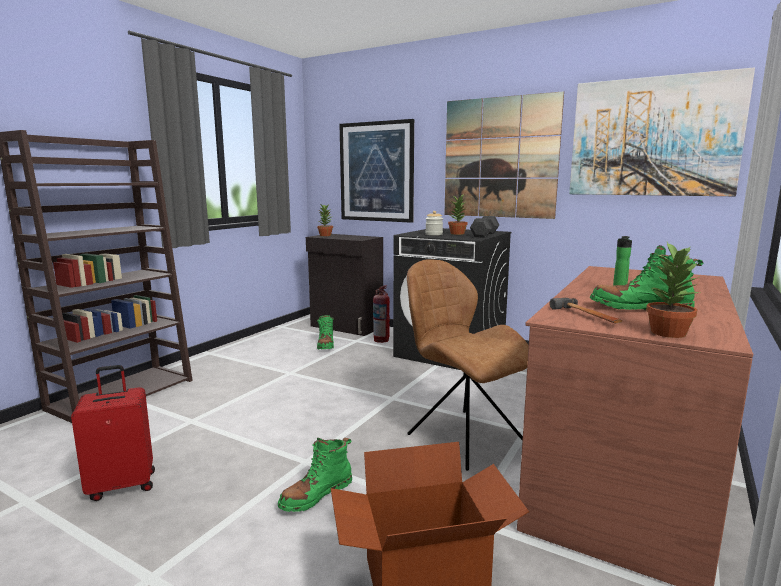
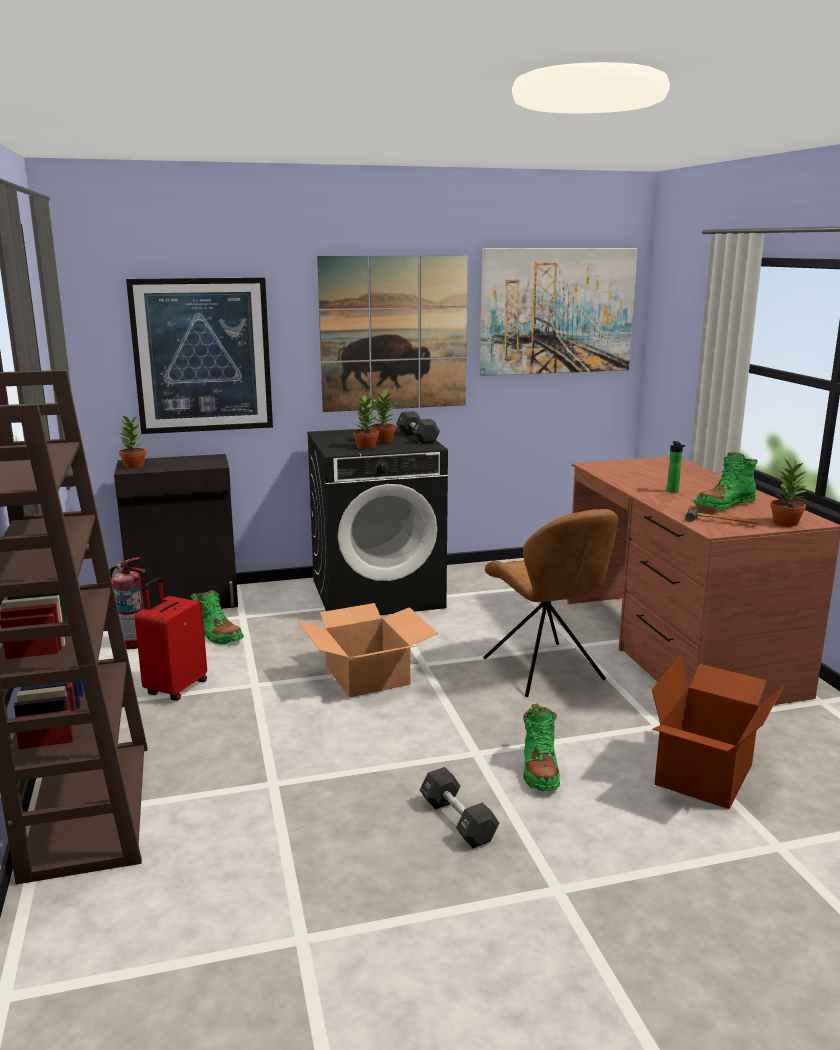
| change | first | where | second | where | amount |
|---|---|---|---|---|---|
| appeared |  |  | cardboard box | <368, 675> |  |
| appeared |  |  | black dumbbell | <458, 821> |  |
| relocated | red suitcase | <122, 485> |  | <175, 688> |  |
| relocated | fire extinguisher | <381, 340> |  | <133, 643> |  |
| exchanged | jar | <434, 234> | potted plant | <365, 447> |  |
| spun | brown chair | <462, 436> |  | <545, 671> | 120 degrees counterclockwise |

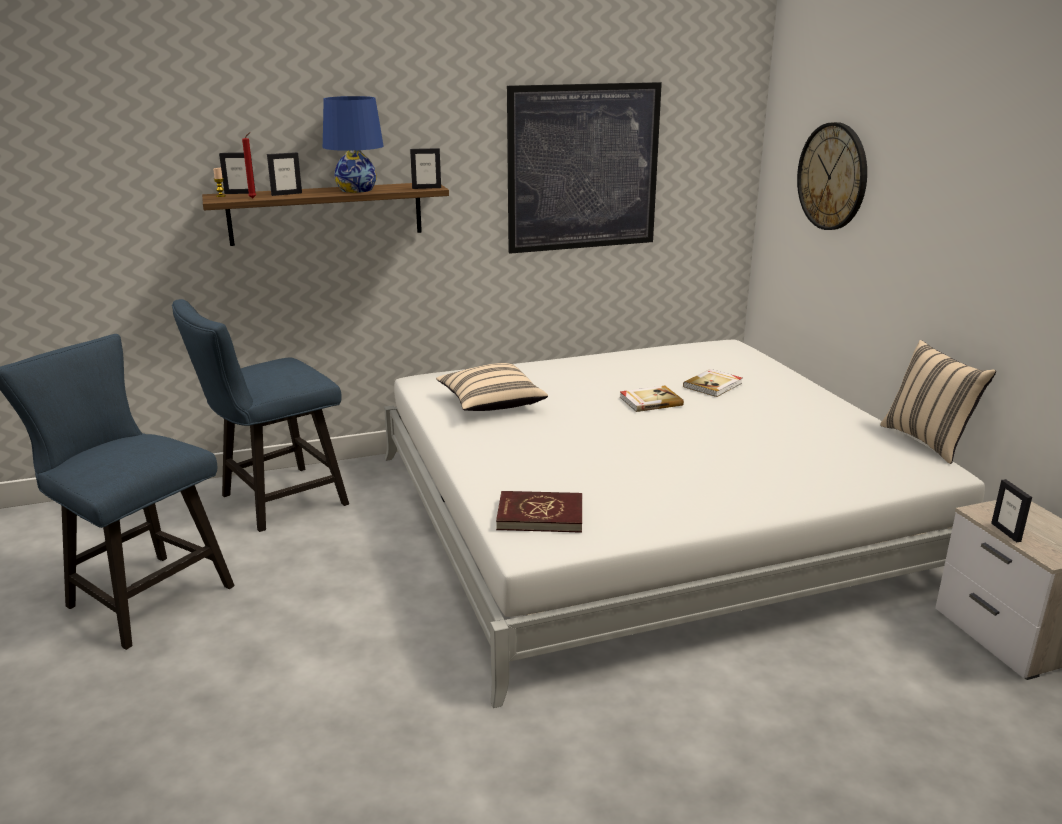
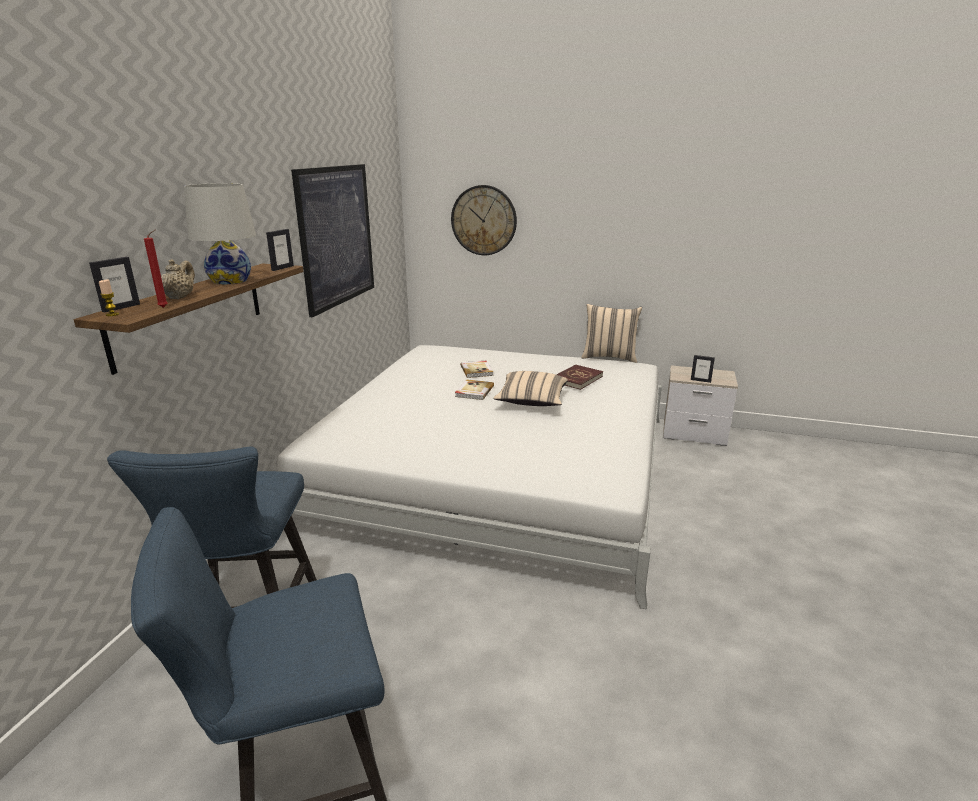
| change | first | where | second | where | amount |
|---|---|---|---|---|---|
| relocated | beige pillow | <491, 404> |  | <531, 401> |  |
| relocated | red book | <540, 515> |  | <577, 379> |  |
| exchanged | picture frame | <286, 194> | beige teapot | <180, 297> |  |
| colour | blue table lamp | <356, 190> | white table lamp | <230, 280> |  |

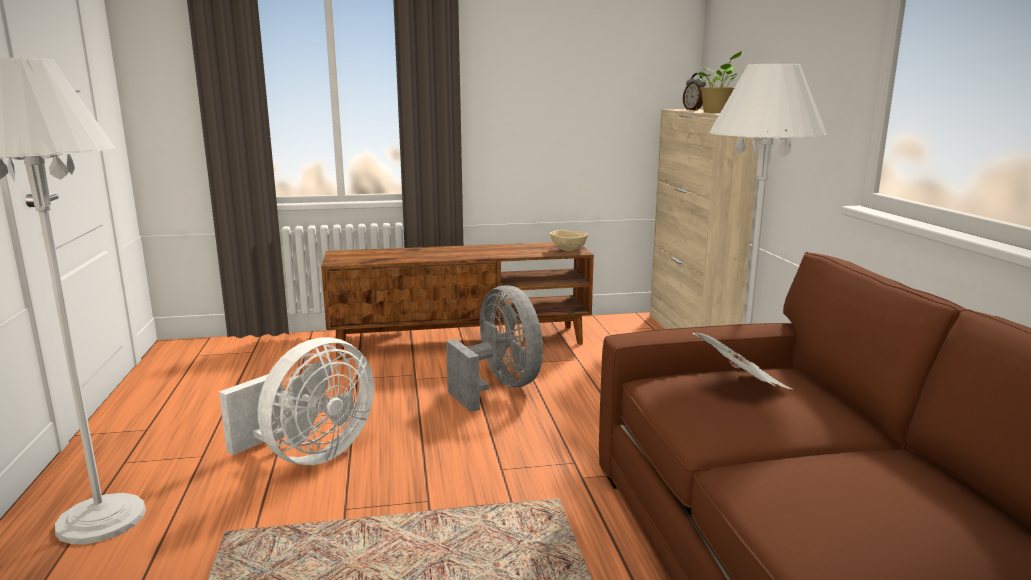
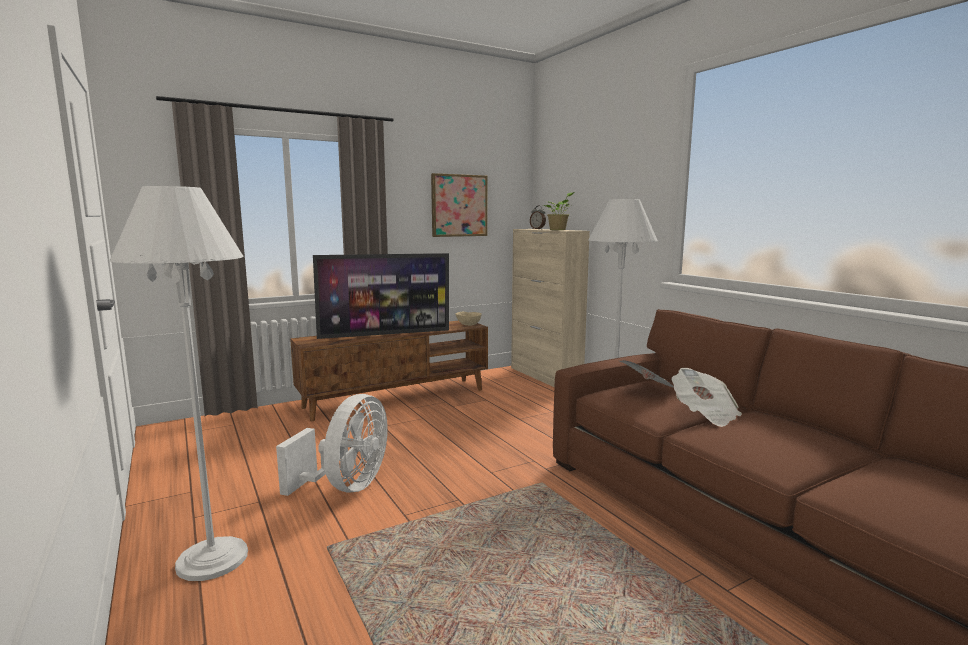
| change | first | where | second | where | amount |
|---|---|---|---|---|---|
| missing | grey fan | <499, 387> |  |  |  |
| appeared |  |  | television | <385, 334> |  |
| appeared |  |  | picture | <459, 205> |  |
| appeared |  |  | newspaper | <704, 414> |  |

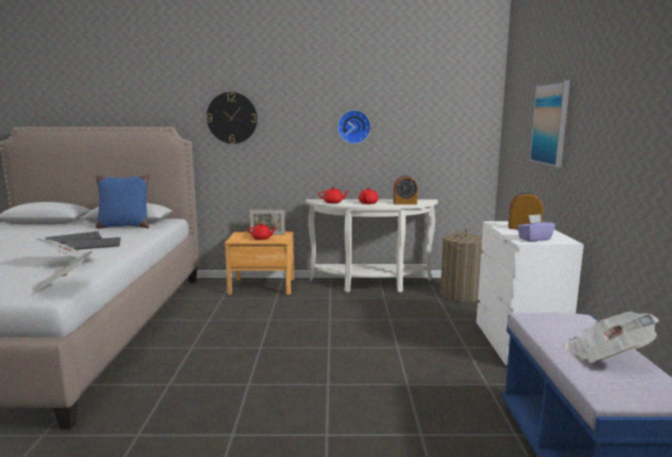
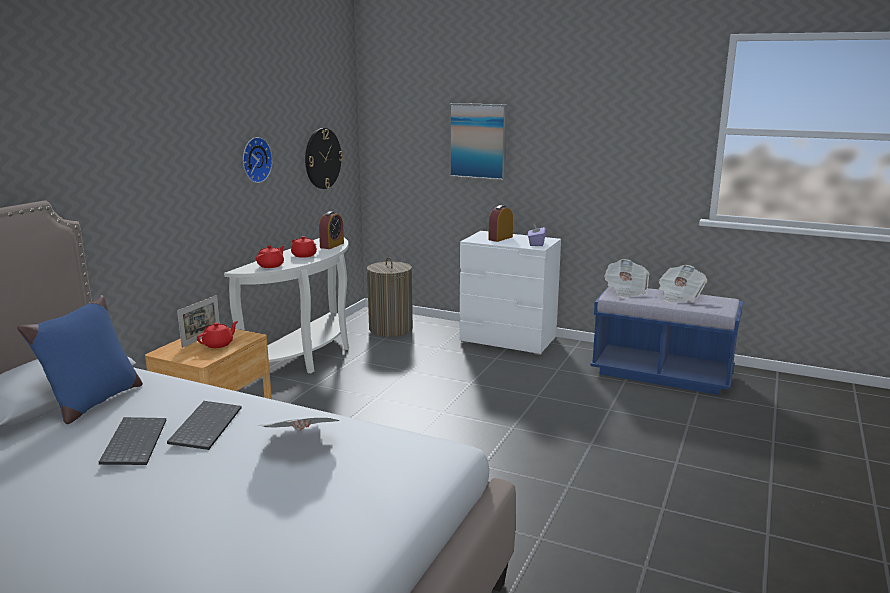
| change | first | where | second | where | amount |
|---|---|---|---|---|---|
| relocated | newspaper | <62, 287> |  | <625, 291> |  |
| relocated | wall clock | <232, 118> |  | <322, 158> |  |

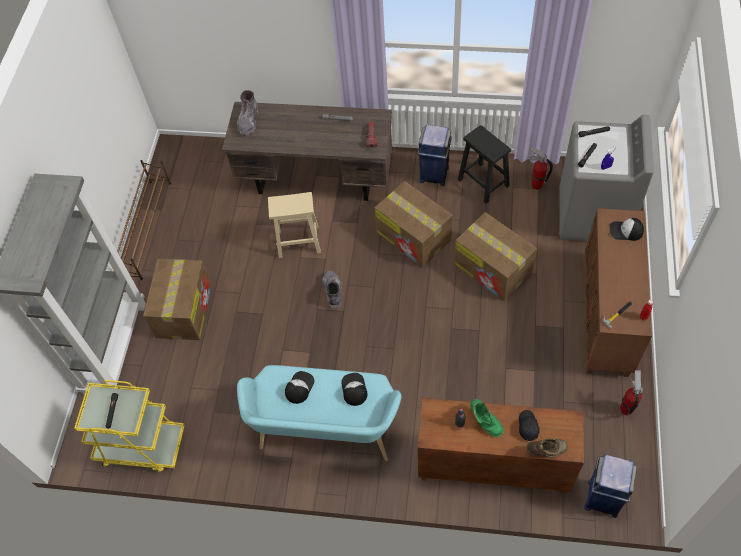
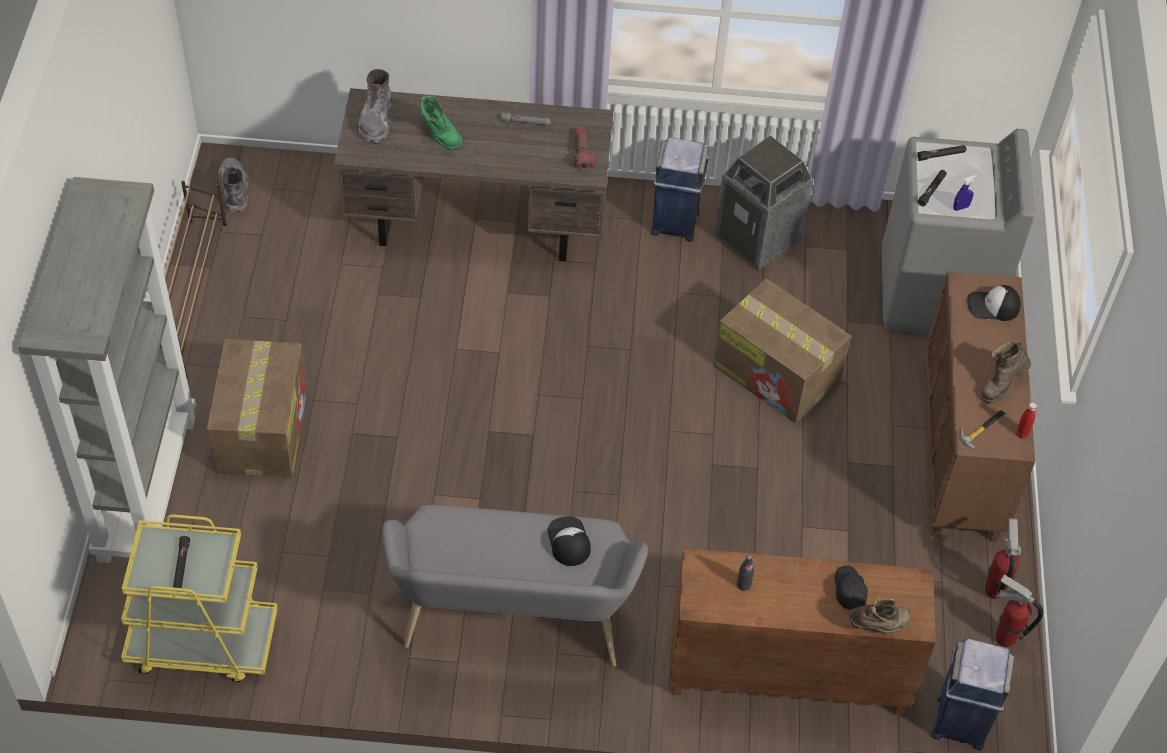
| change | first | where | second | where | amount |
|---|---|---|---|---|---|
| missing | beige stool | <298, 242> |  |  |  |
| missing | cap | <299, 387> |  |  |  |
| missing | cardboard box | <414, 237> |  |  |  |
| appeared |  |  | brown boot | <1001, 385> |  |
| relocated | grey boot | <333, 291> |  | <235, 190> |  |
| relocated | green boot | <484, 422> |  | <438, 134> |  |
| relocated | fire extinguisher | <536, 185> |  | <1004, 638> |  |
| exchanged | black stool | <484, 183> | trash can | <758, 239> |  |
| colour | turquoise bench | <326, 432> | grey bench | <512, 622> |  |

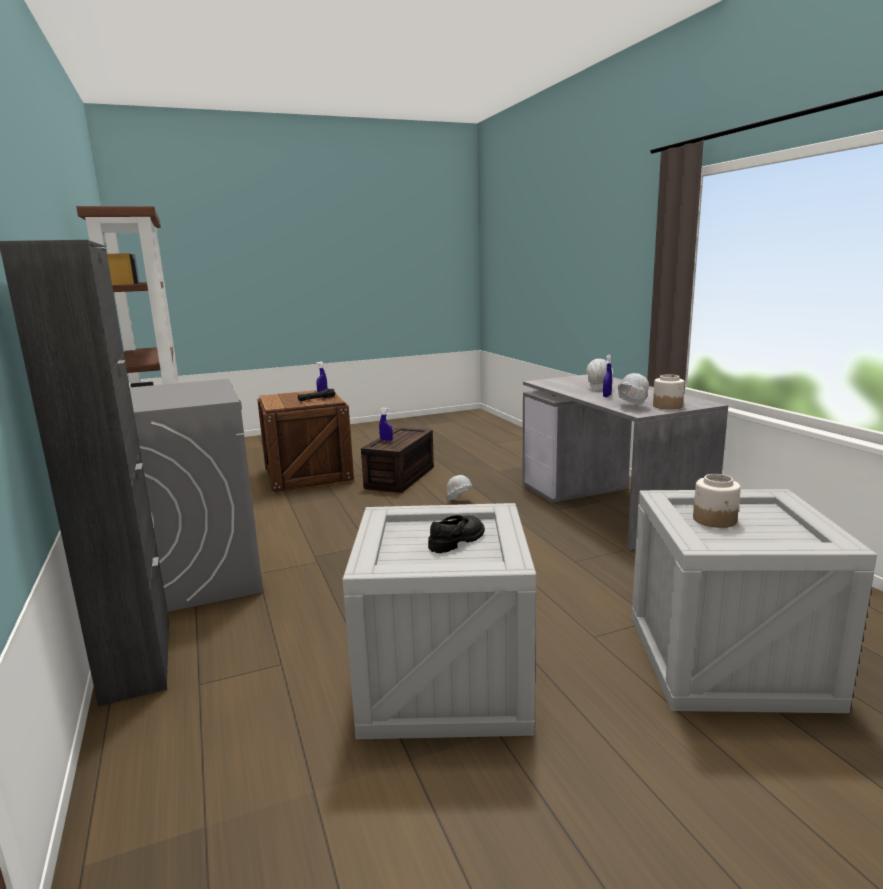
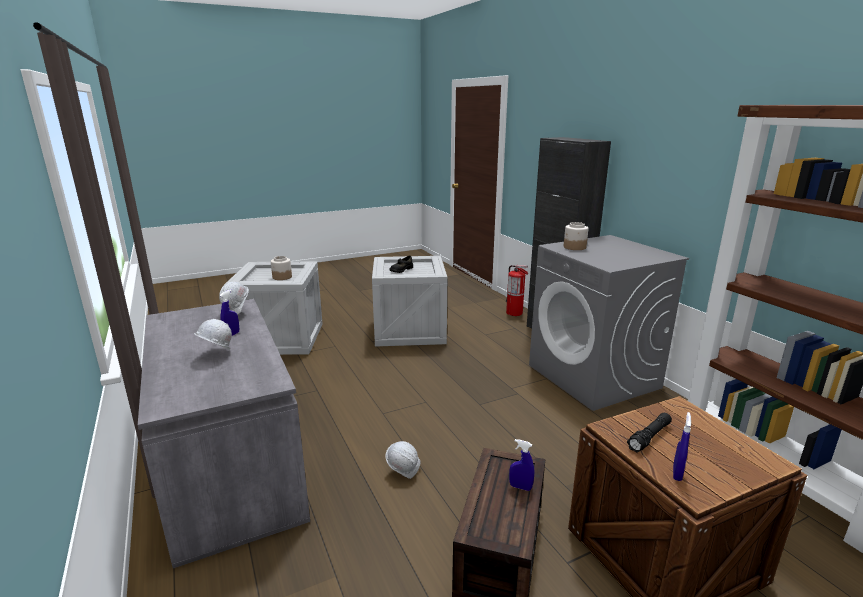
| change | first | where | second | where | amount |
|---|---|---|---|---|---|
| appeared |  |  | fire extinguisher | <514, 313> |  |
| relocated | jar | <667, 406> |  | <574, 247> |  |

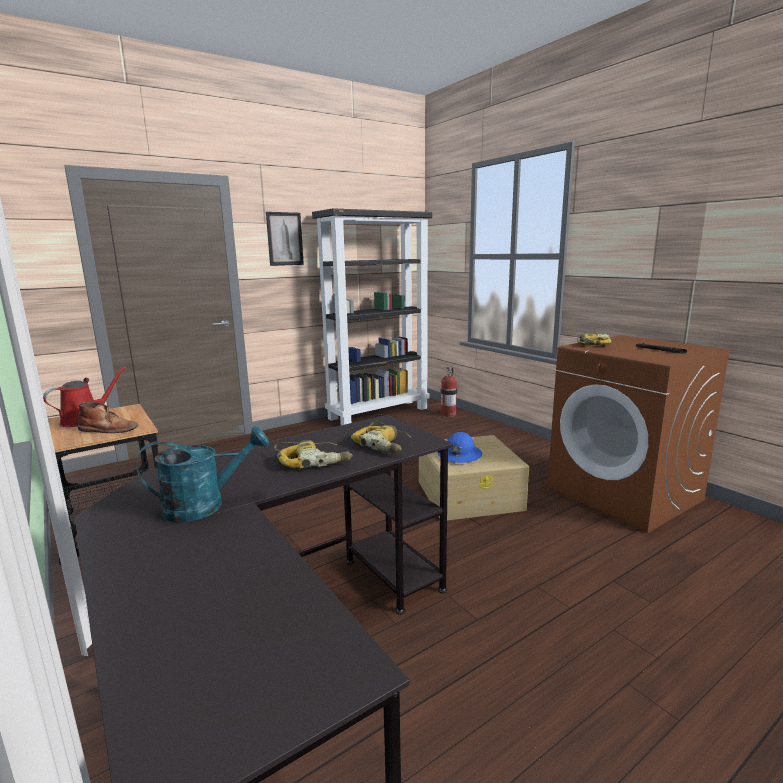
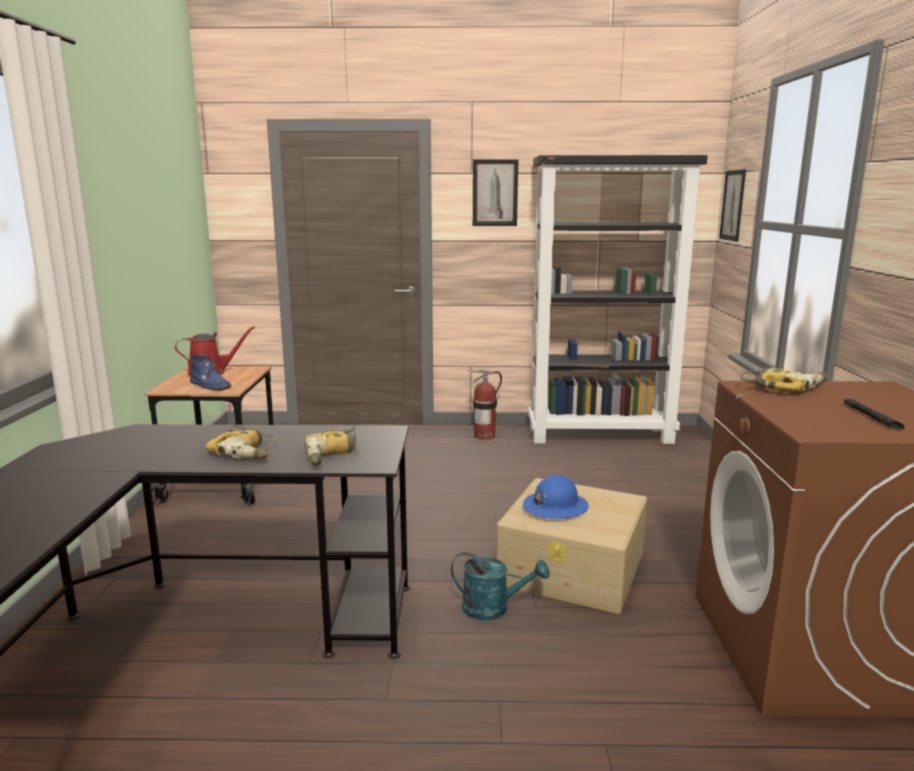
| change | first | where | second | where | amount |
|---|---|---|---|---|---|
| appeared |  |  | picture | <732, 205> |  |
| relocated | turquoise watering can | <205, 505> |  | <494, 609> |  |
| relocated | fire extinguisher | <448, 414> |  | <484, 436> |  |
| colour | brown boot | <108, 429> | blue boot | <210, 385> |  |

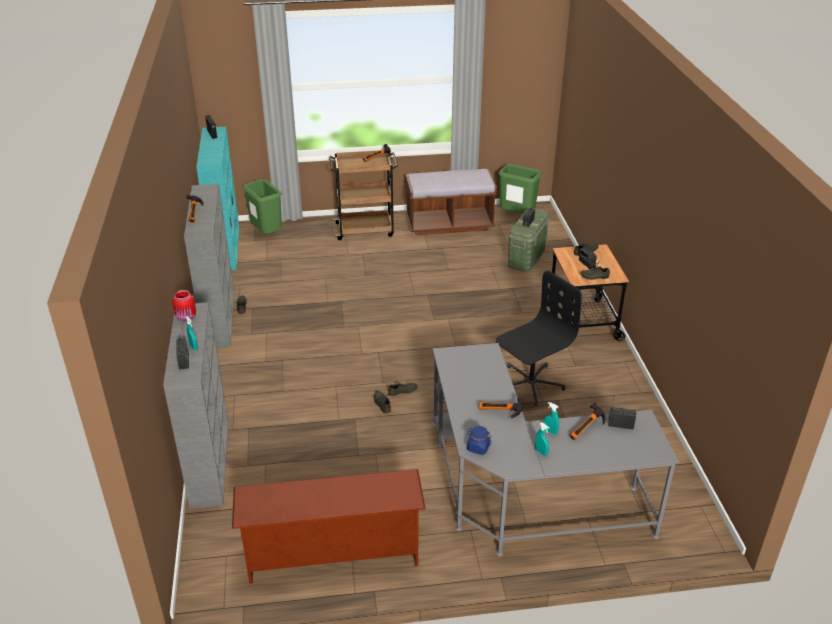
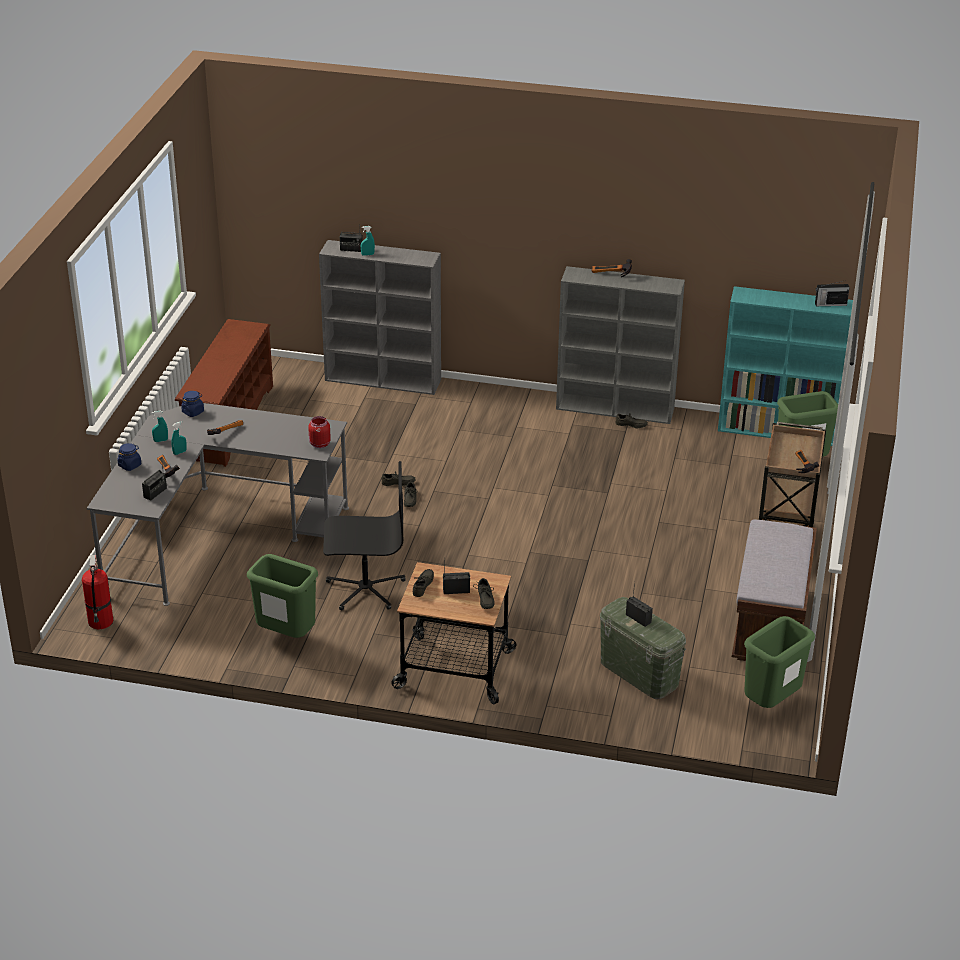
| change | first | where | second | where | amount |
|---|---|---|---|---|---|
| appeared |  |  | fire extinguisher | <100, 622> |  |
| appeared |  |  | blue jar | <130, 465> |  |
| appeared |  |  | green trash can | <285, 636> |  |
| relocated | red jar | <186, 317> |  | <319, 444> |  |
| spun | black office chair | <530, 383> |  | <365, 588> | 75 degrees counterclockwise |

